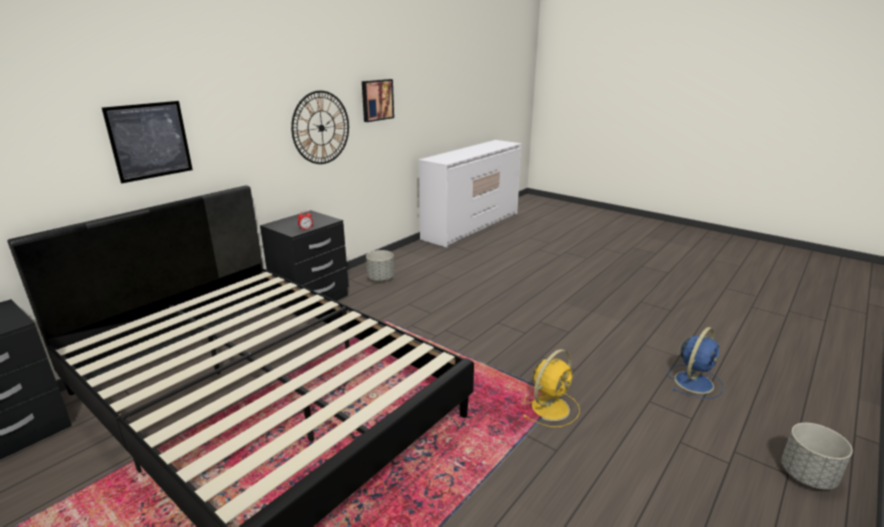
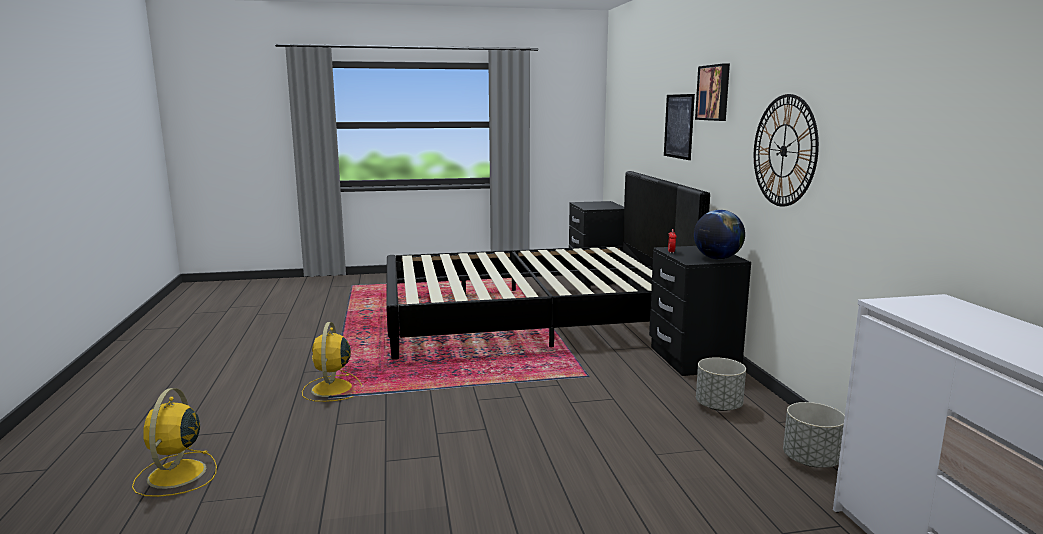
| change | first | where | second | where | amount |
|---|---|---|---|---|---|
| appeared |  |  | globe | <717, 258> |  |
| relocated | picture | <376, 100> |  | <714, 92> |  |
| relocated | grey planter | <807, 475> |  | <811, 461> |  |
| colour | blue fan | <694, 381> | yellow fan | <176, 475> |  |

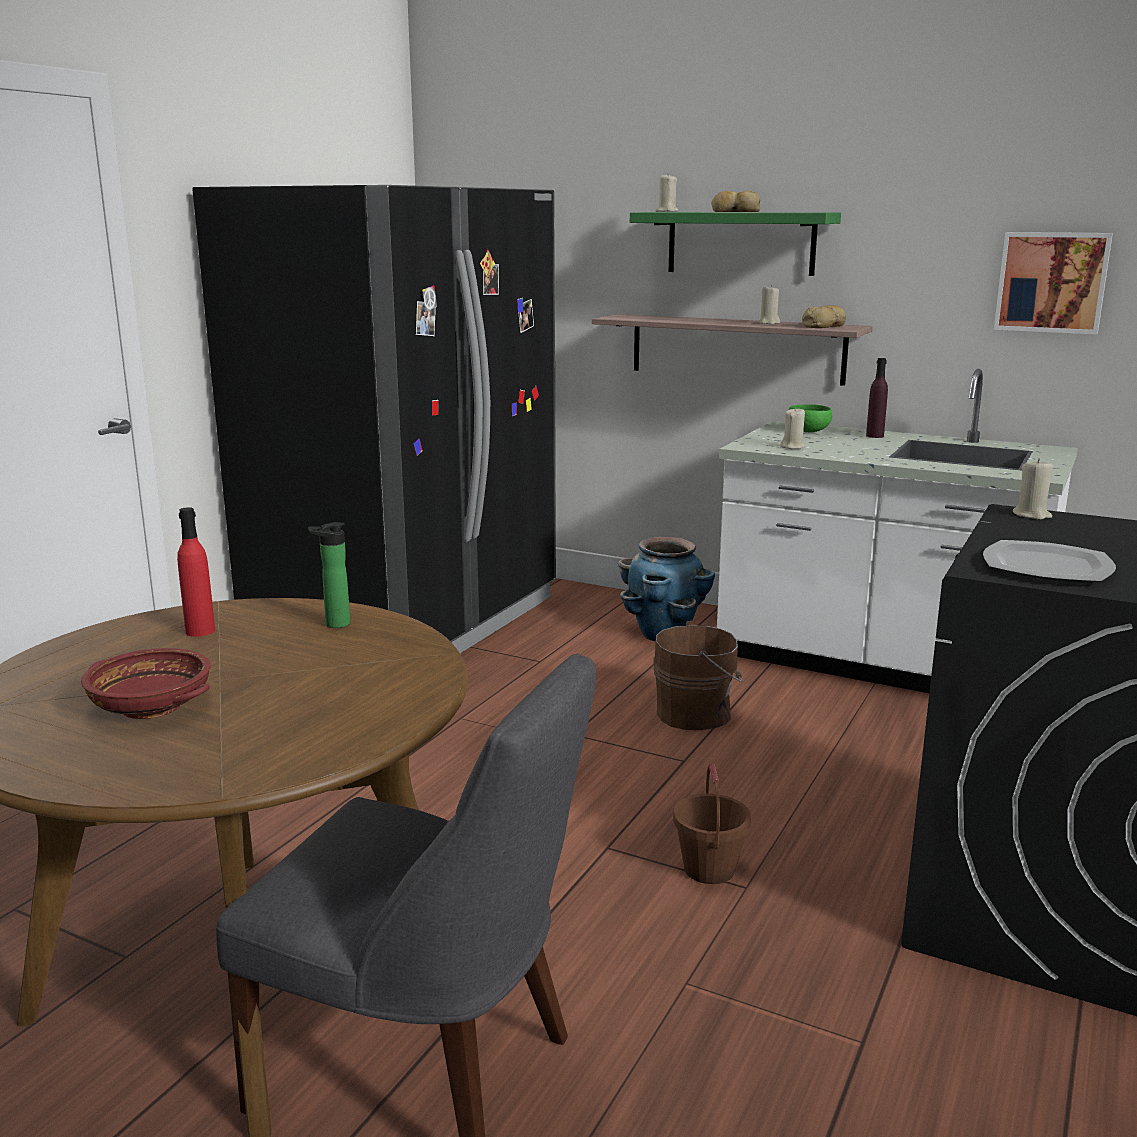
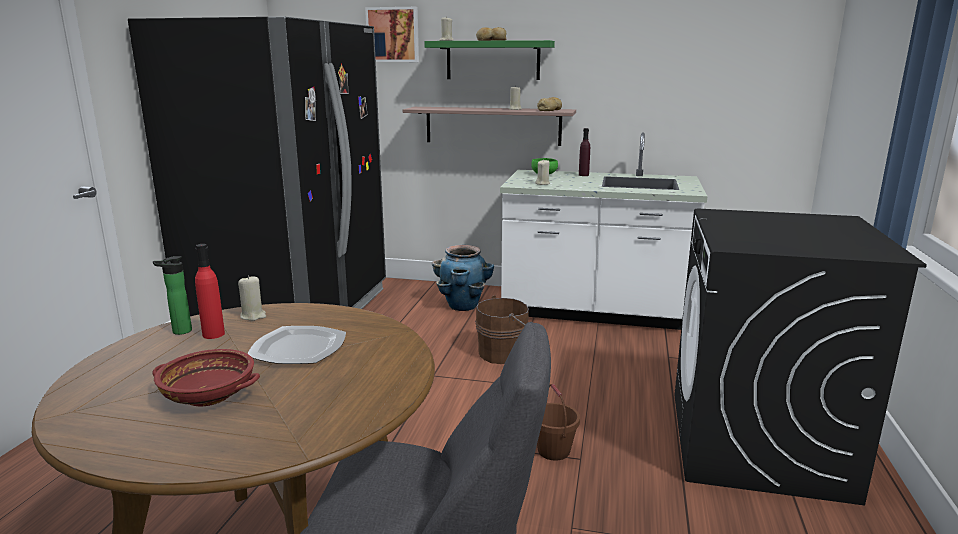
| change | first | where | second | where | amount |
|---|---|---|---|---|---|
| relocated | bottle | <333, 624> |  | <179, 332> |  |
| relocated | plate | <1048, 567> |  | <299, 349> |  |
| relocated | picture | <1052, 282> |  | <393, 35> |  |
| relocated | beige candle | <1031, 515> |  | <253, 316> |  |

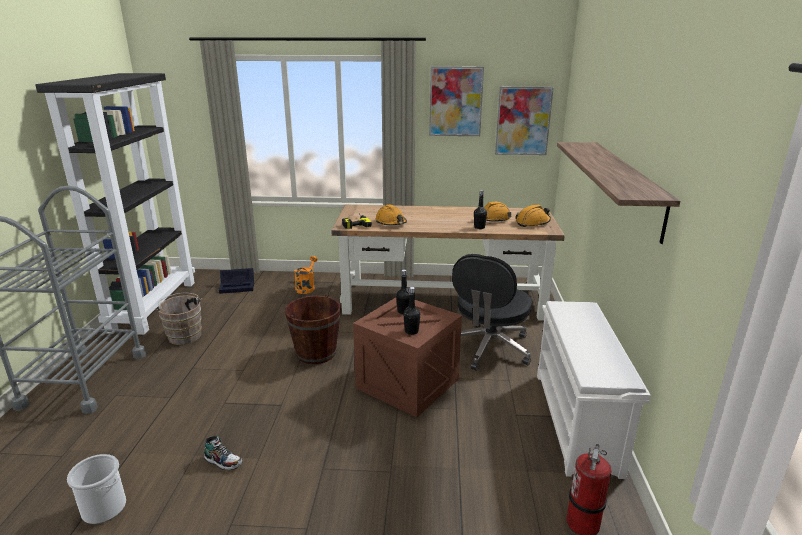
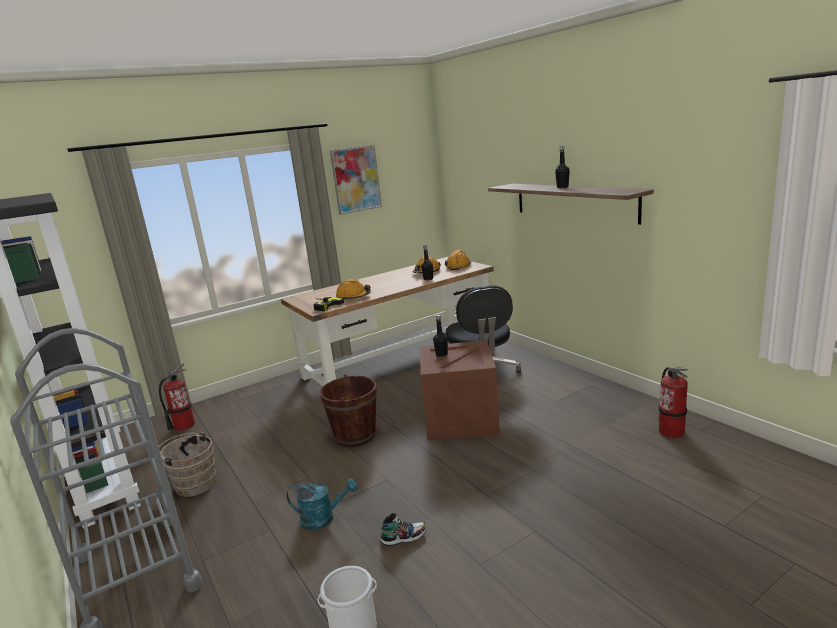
| change | first | where | second | where | amount |
|---|---|---|---|---|---|
| missing | orange watering can | <306, 287> |  |  |  |
| missing | picture | <523, 121> |  |  |  |
| missing | white shoe rack | <577, 422> |  |  |  |
| appeared |  |  | turquoise watering can | <323, 519> |  |
| relocated | black bottle | <411, 331> |  | <562, 187> |  |
| exchanged | black storage box | <238, 286> | fire extinguisher | <184, 426> |  |

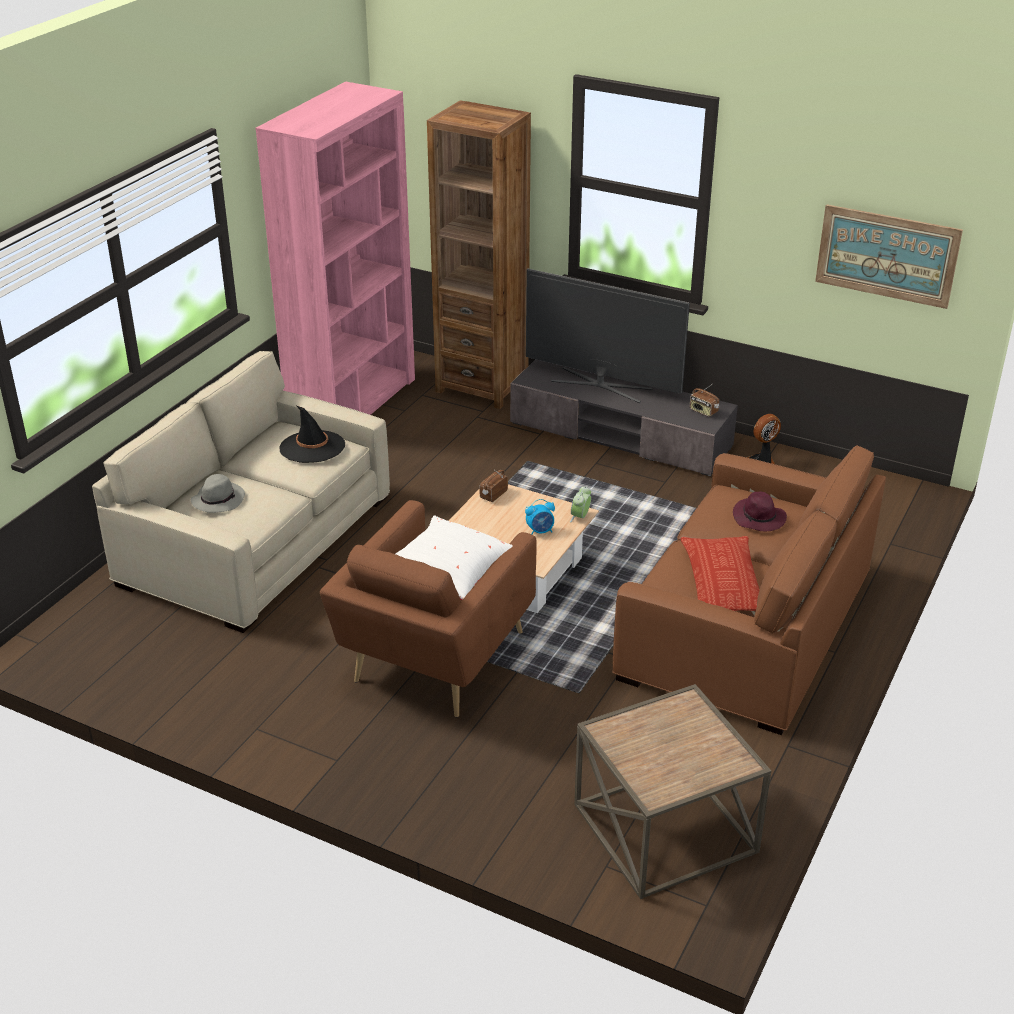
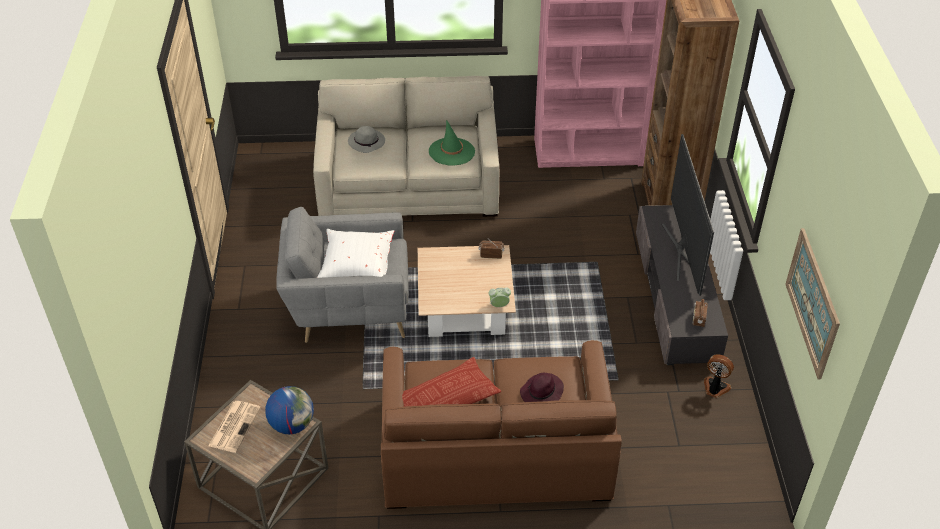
| change | first | where | second | where | amount |
|---|---|---|---|---|---|
| missing | alarm clock | <540, 531> |  |  |  |
| appeared |  |  | newspaper | <234, 426> |  |
| appeared |  |  | globe | <292, 424> |  |
| colour | black hat | <312, 447> | green hat | <451, 152> |  |
| colour | brown armchair | <434, 661> | grey armchair | <349, 310> |  |

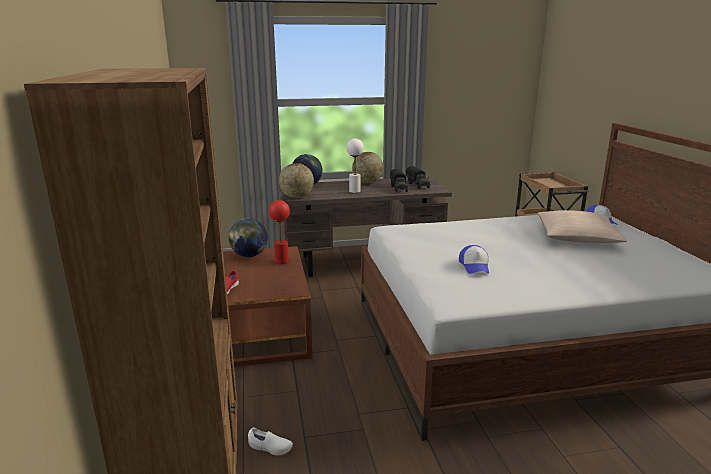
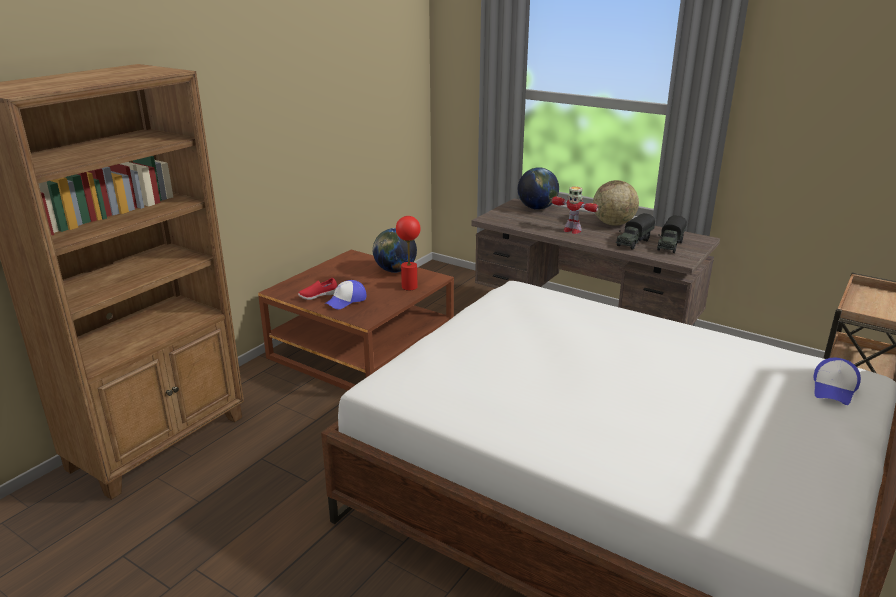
| change | first | where | second | where | amount |
|---|---|---|---|---|---|
| missing | white shoe | <270, 449> |  |  |  |
| missing | globe | <297, 197> |  |  |  |
| missing | beige pillow | <577, 237> |  |  |  |
| relocated | cap | <474, 266> |  | <346, 301> |  |
| exchanged | white table lamp | <355, 191> | toy robot | <571, 230> |  |

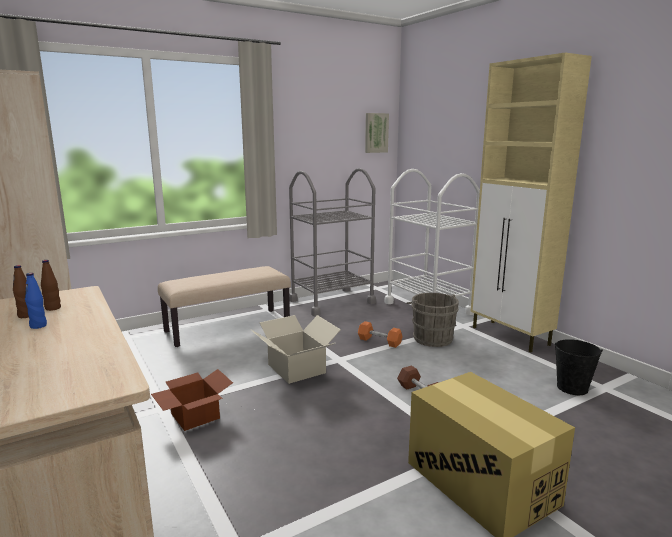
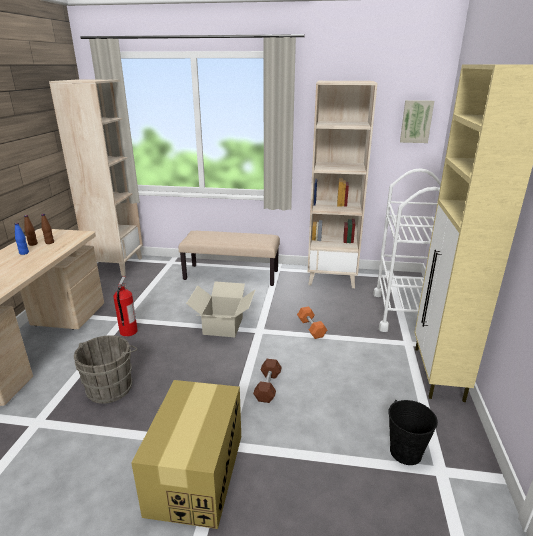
| change | first | where | second | where | amount |
|---|---|---|---|---|---|
| relocated | grey bucket | <431, 338> |  | <111, 386> |  |
| exchanged | cardboard box | <193, 416> | fire extinguisher | <128, 332> |  |
| exchanged | grey cart | <332, 301> | beige bookcase | <332, 278> |  |

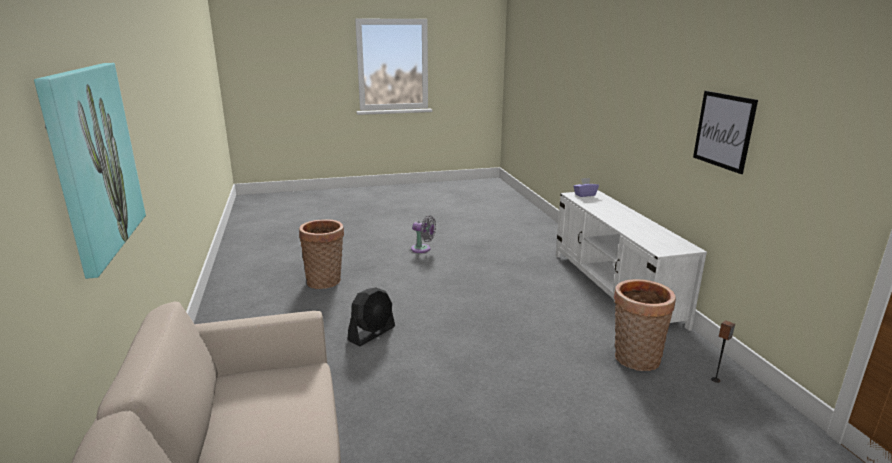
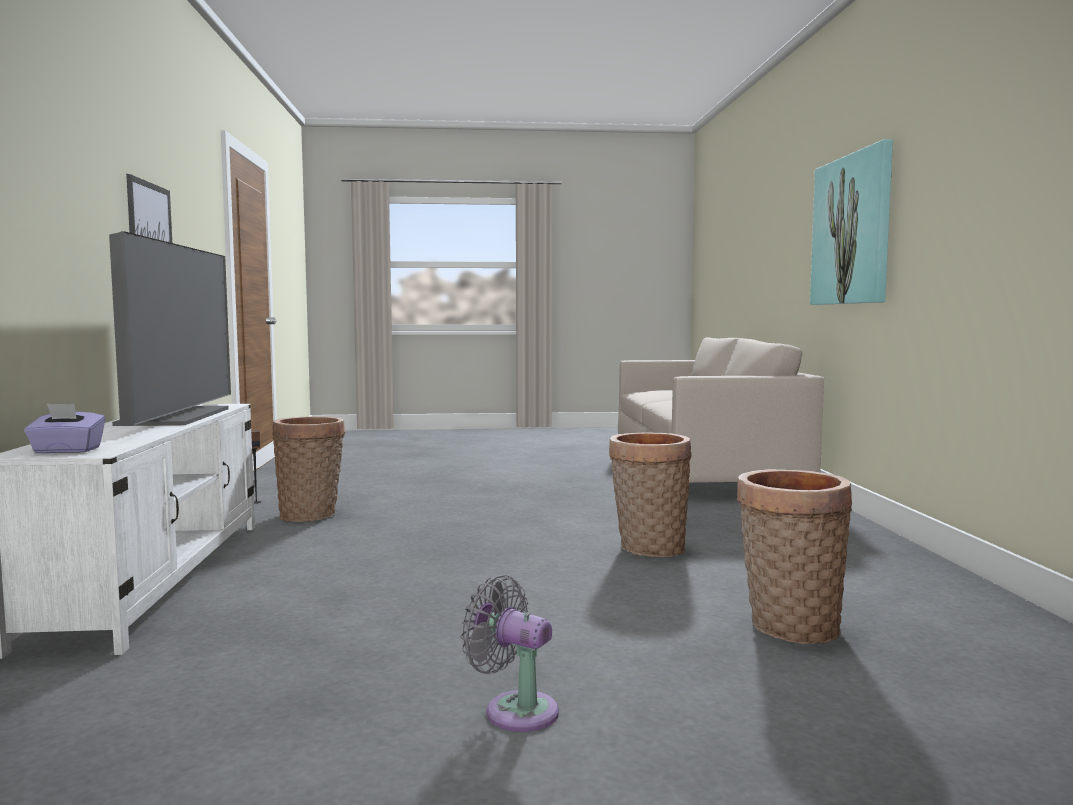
| change | first | where | second | where | amount |
|---|---|---|---|---|---|
| appeared |  |  | television | <176, 416> |  |
| exchanged | black fan | <372, 333> | basket | <648, 549> |  |

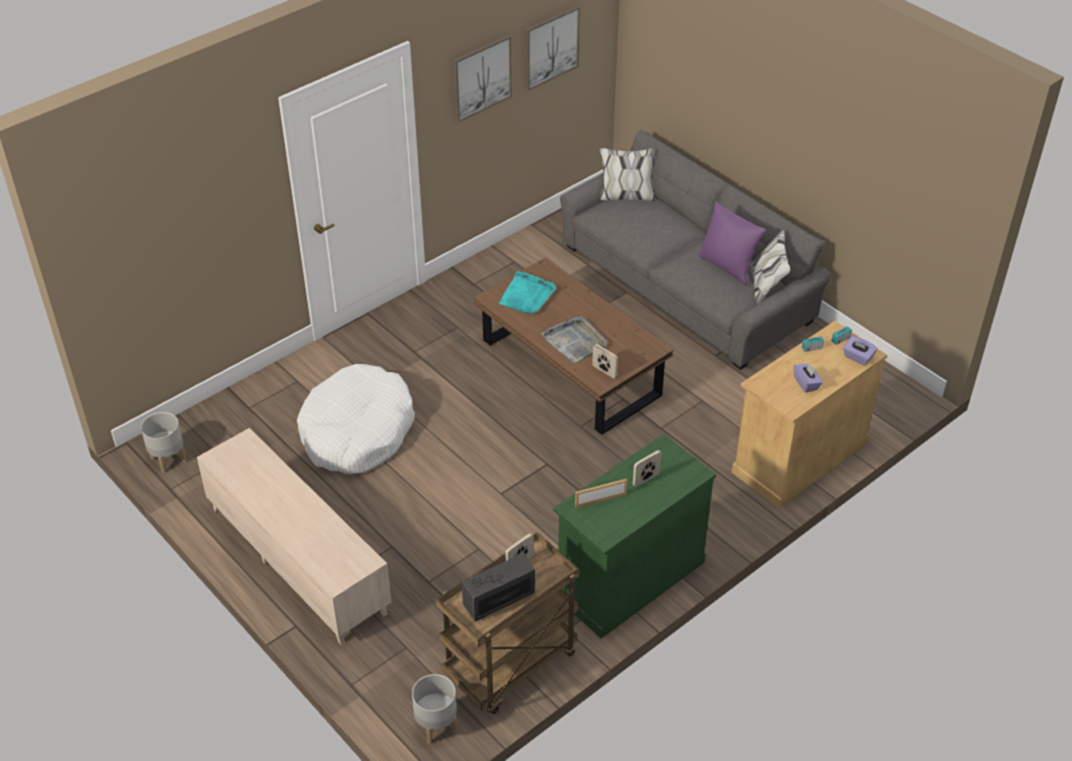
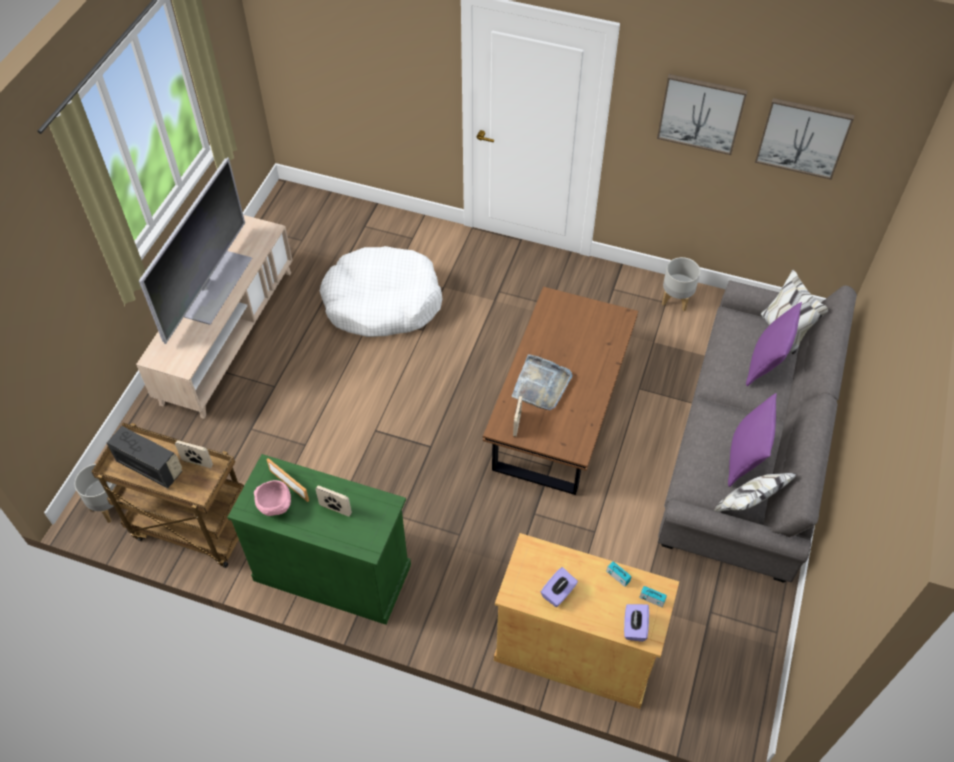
| change | first | where | second | where | amount |
|---|---|---|---|---|---|
| missing | turquoise tray | <527, 296> |  |  |  |
| appeared |  |  | television | <216, 287> |  |
| appeared |  |  | pink bowl | <276, 506> |  |
| appeared |  |  | purple pillow | <766, 364> |  |
| relocated | grey planter | <168, 459> |  | <676, 299> |  |

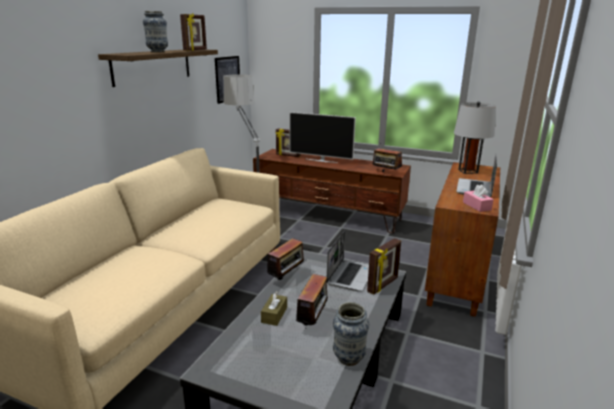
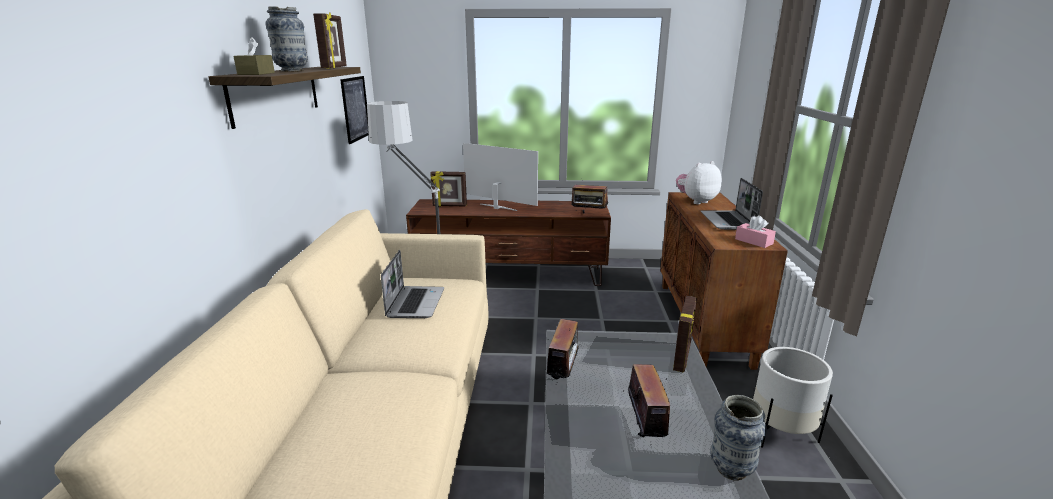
| change | first | where | second | where | amount |
|---|---|---|---|---|---|
| appeared |  |  | white planter | <780, 432> |  |
| relocated | brown tissue box | <274, 315> |  | <256, 73> |  |
| relocated | laptop | <350, 275> |  | <415, 303> |  |
| exchanged | grey table lamp | <468, 171> | plush toy | <696, 201> |  |
| spun | television | <321, 160> |  | <498, 207> | 150 degrees counterclockwise |

